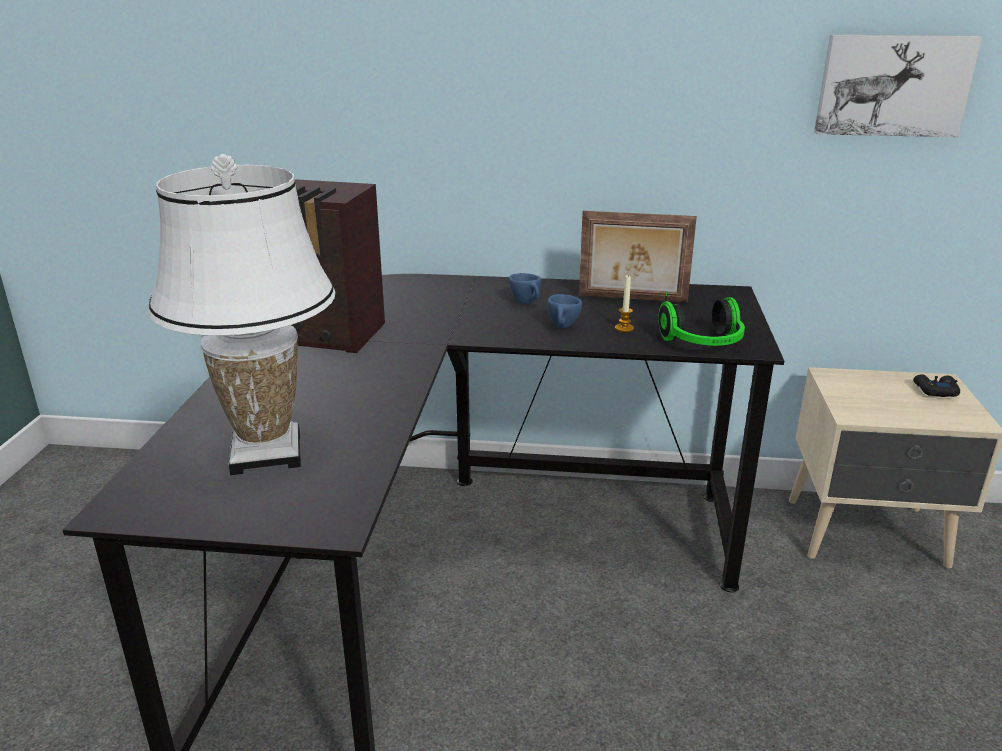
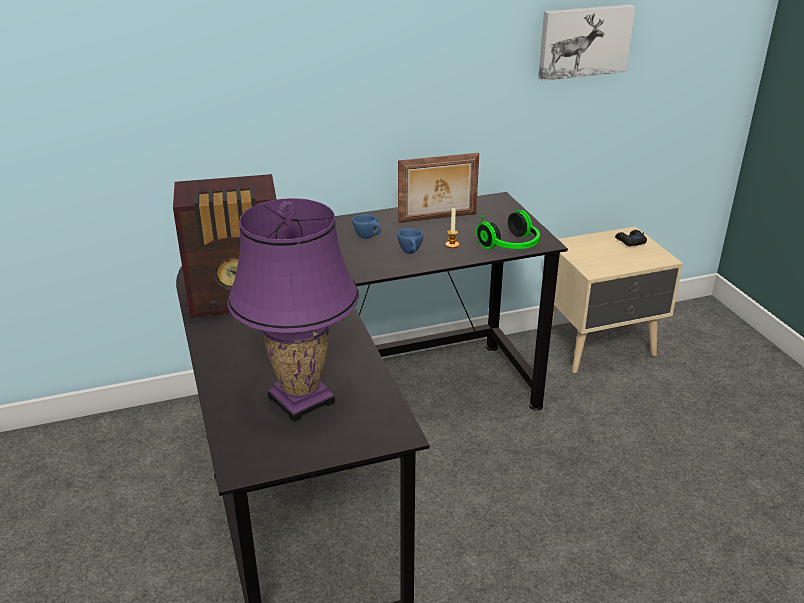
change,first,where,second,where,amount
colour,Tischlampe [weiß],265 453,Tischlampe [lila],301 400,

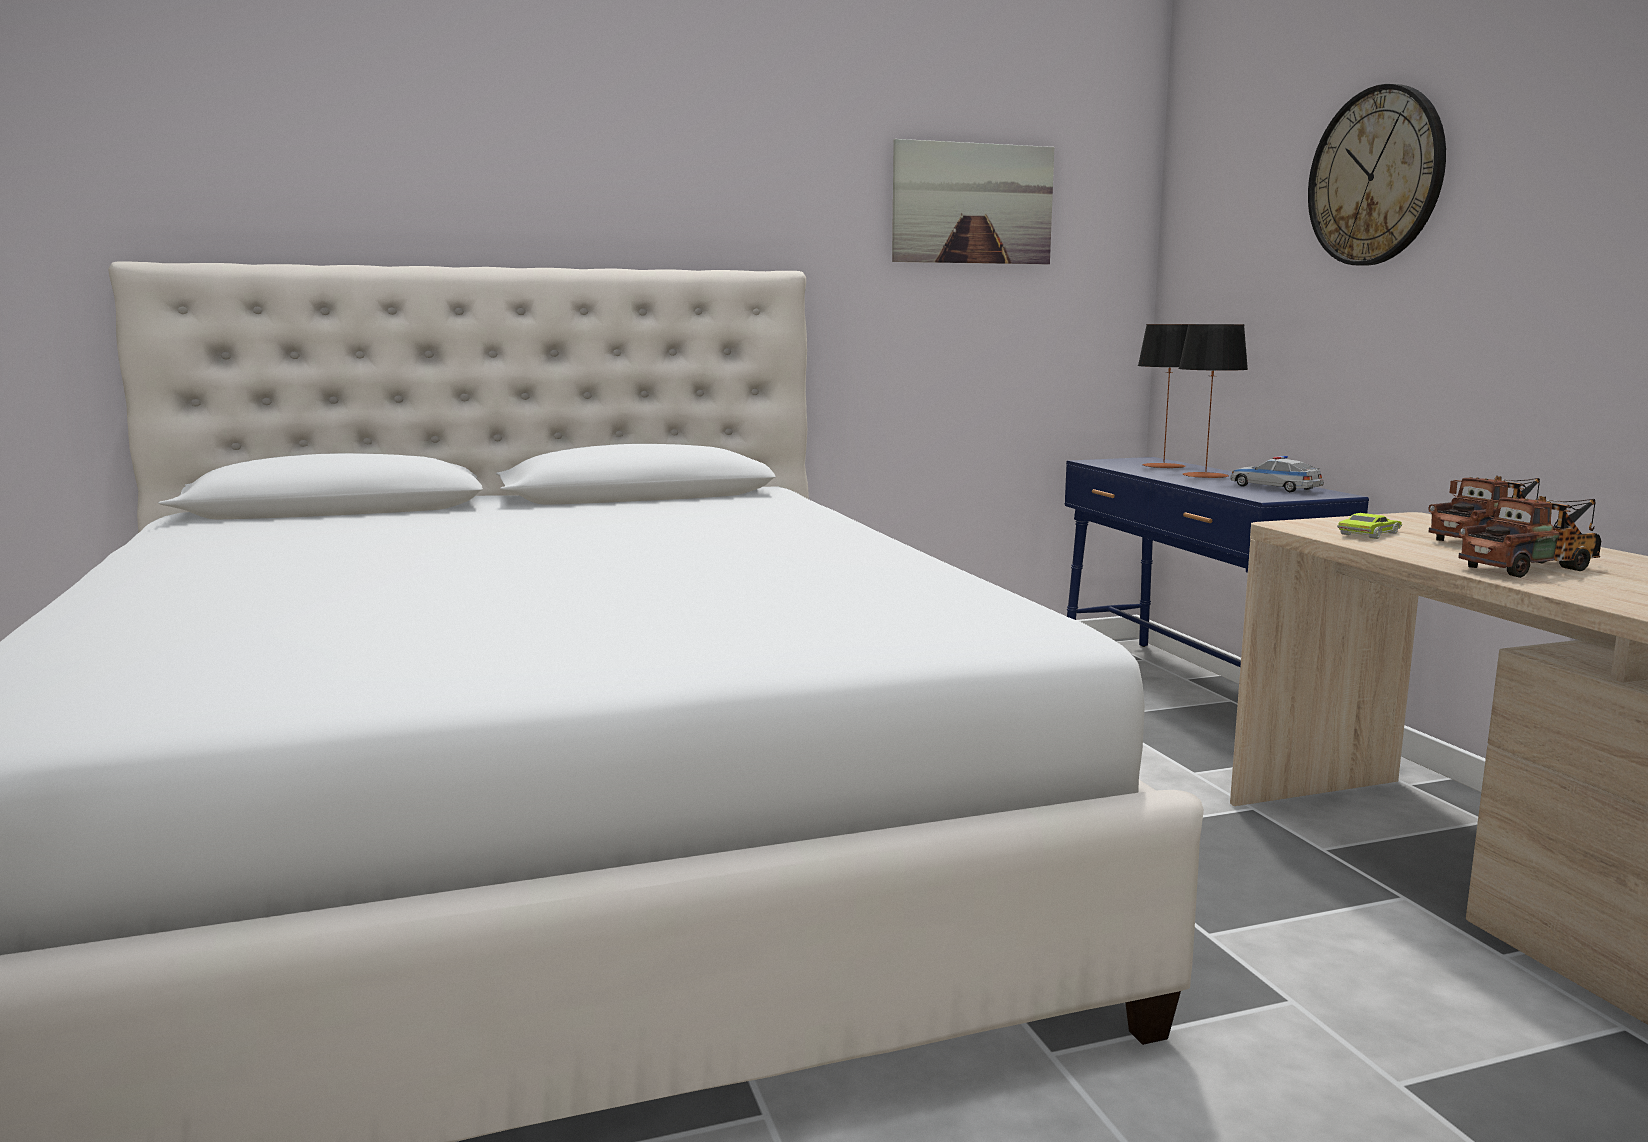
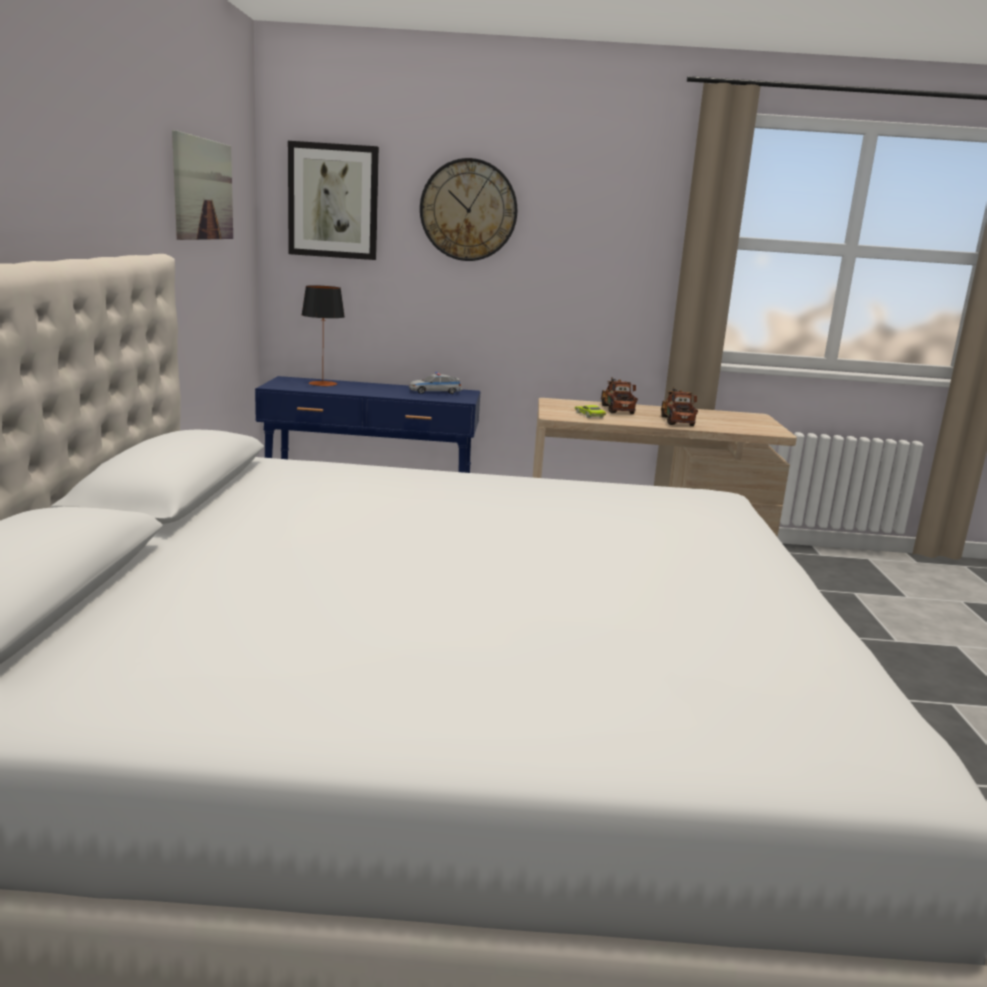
change,first,where,second,where,amount
missing,Tischlampe,1205 475,,,
appeared,,,Bild,333 201,

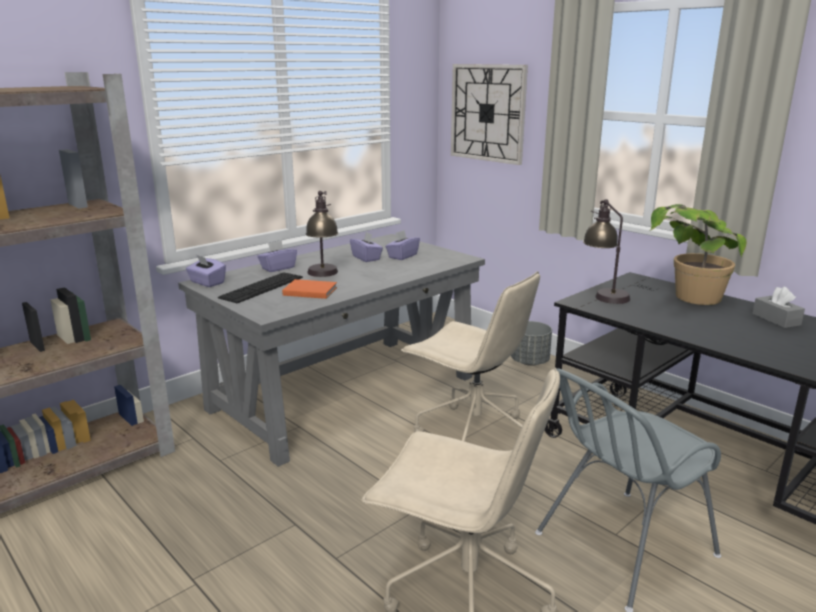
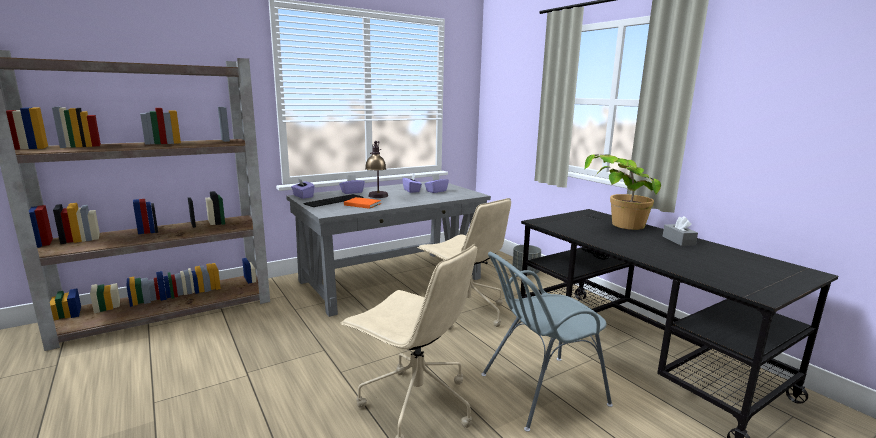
change,first,where,second,where,amount
missing,Wanduhr,487 113,,,
missing,Tischlampe,603 294,,,

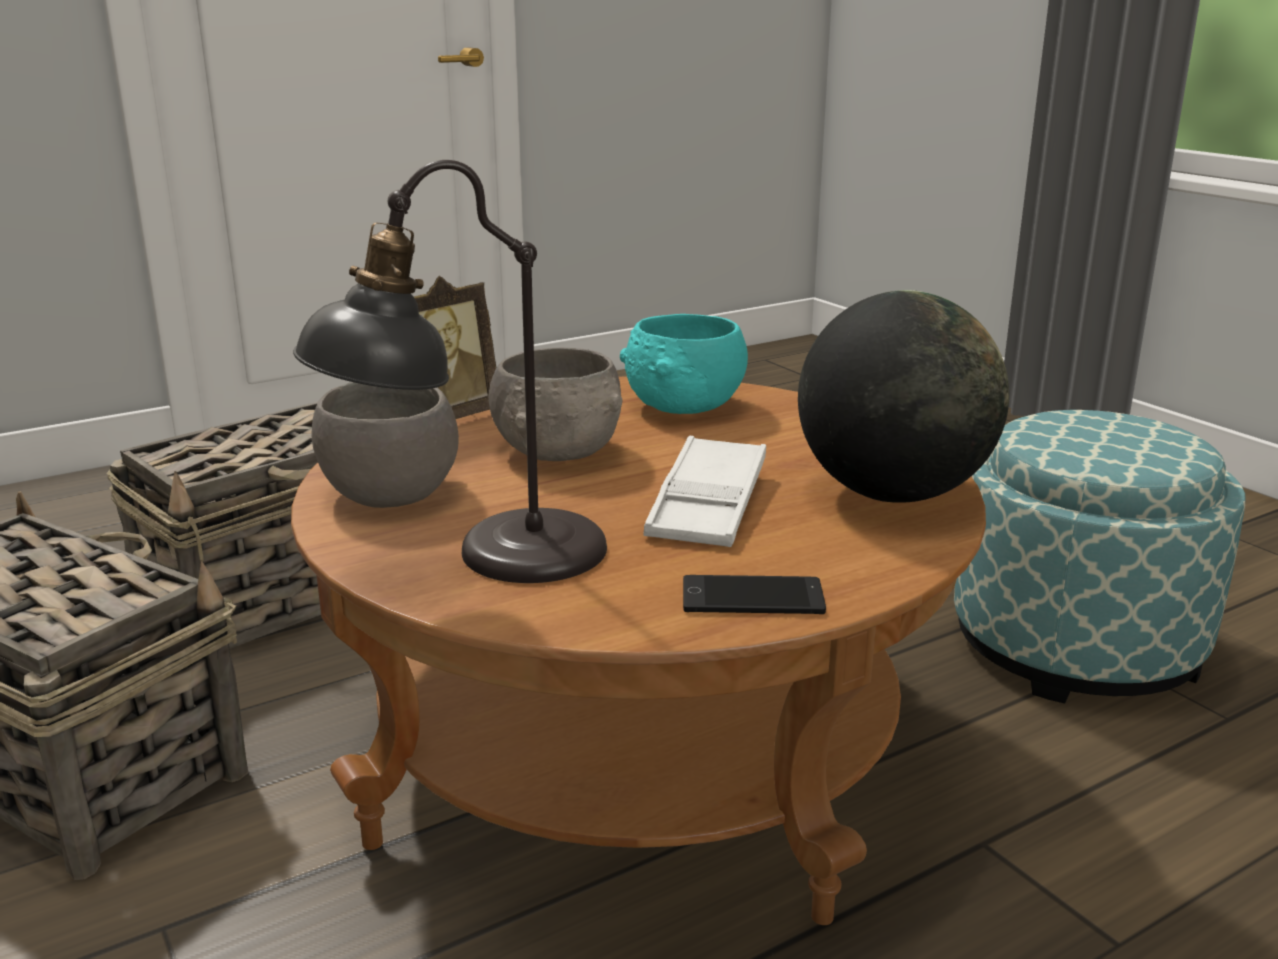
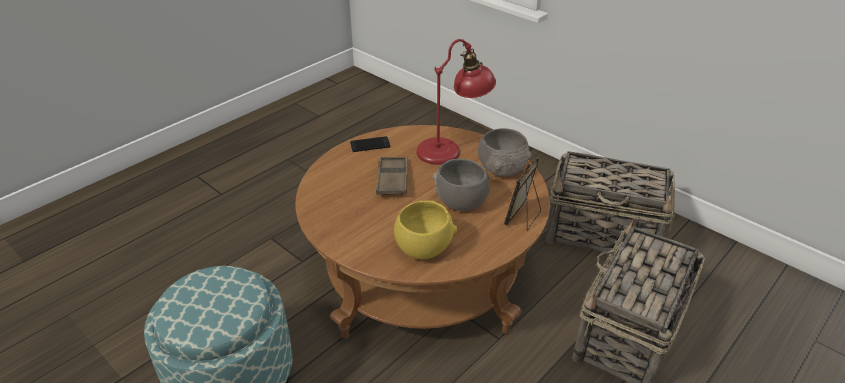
change,first,where,second,where,amount
colour,Tischlampe [grau],470 560,Tischlampe [rot],453 145,
colour,Schüssel [türkis],685 406,Schüssel [gelb],424 247,
colour,Tablett [weiß],708 504,Tablett [braun],392 179,
missing,Globus,893 494,,,

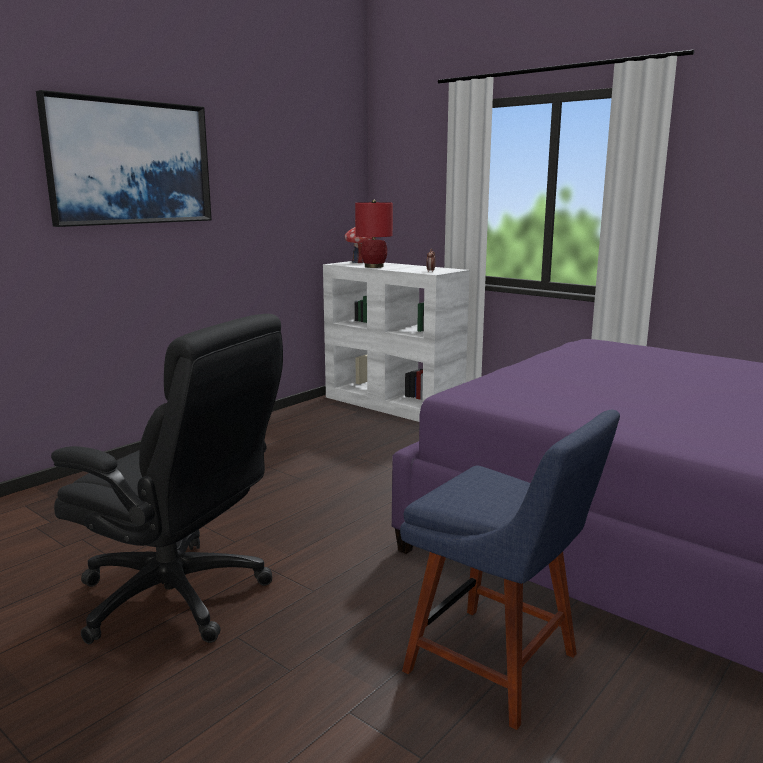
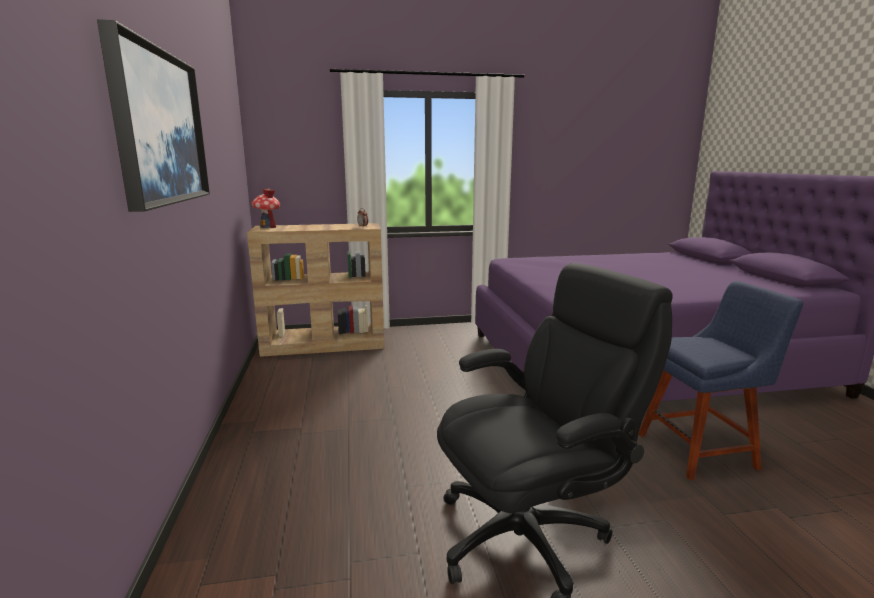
change,first,where,second,where,amount
colour,Bücherregal [weiß],393 404,Bücherregal [braun],324 344,
missing,Tischlampe [rot],374 266,,,

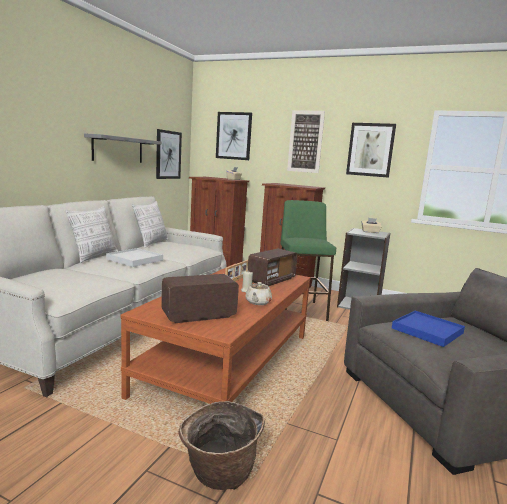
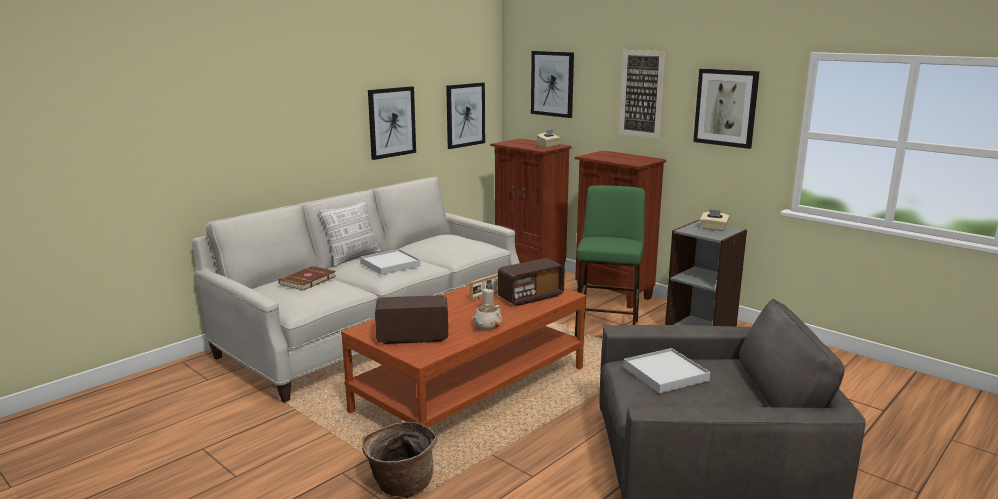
change,first,where,second,where,amount
exchanged,Wandregal [grau],118 149,Bild,391 122,
missing,Kissen,151 243,,,
colour,Tablett [blau],427 330,Tablett [weiß],665 373,
appeared,,,Buch [braun],307 280,

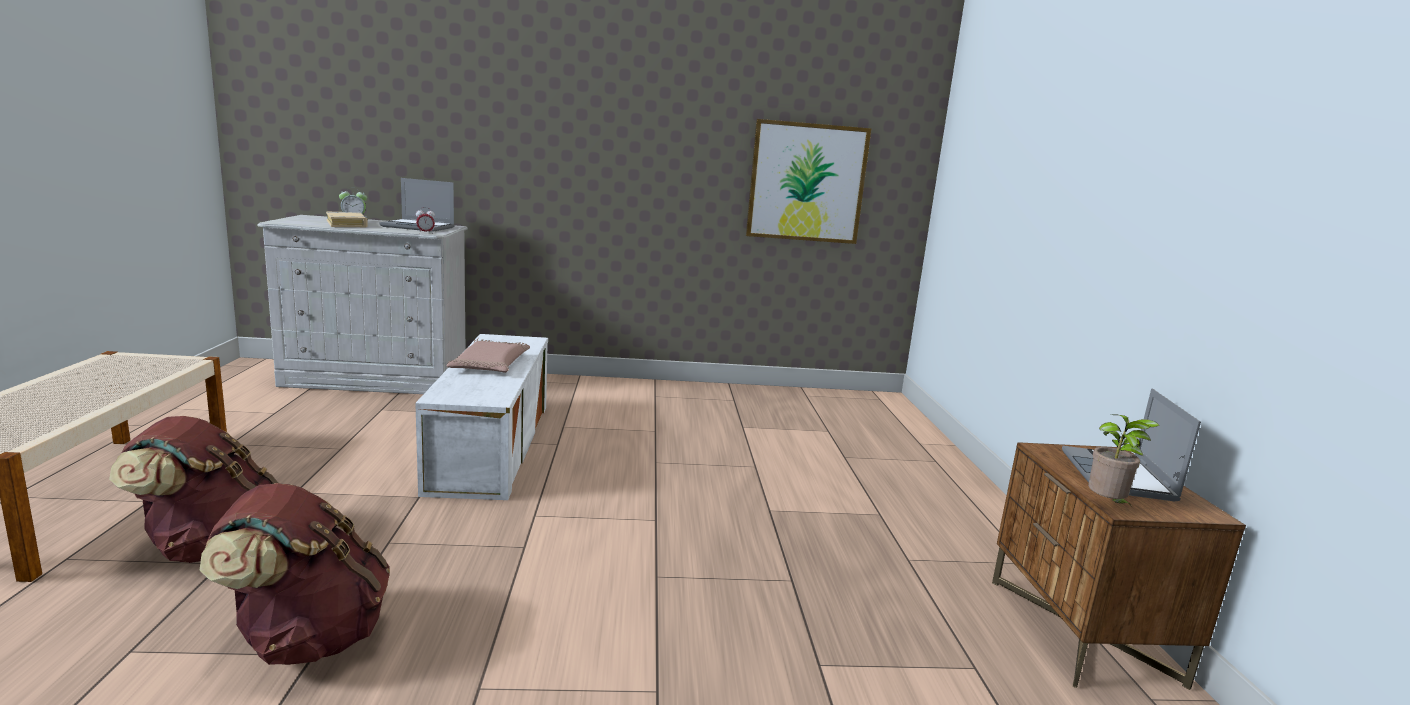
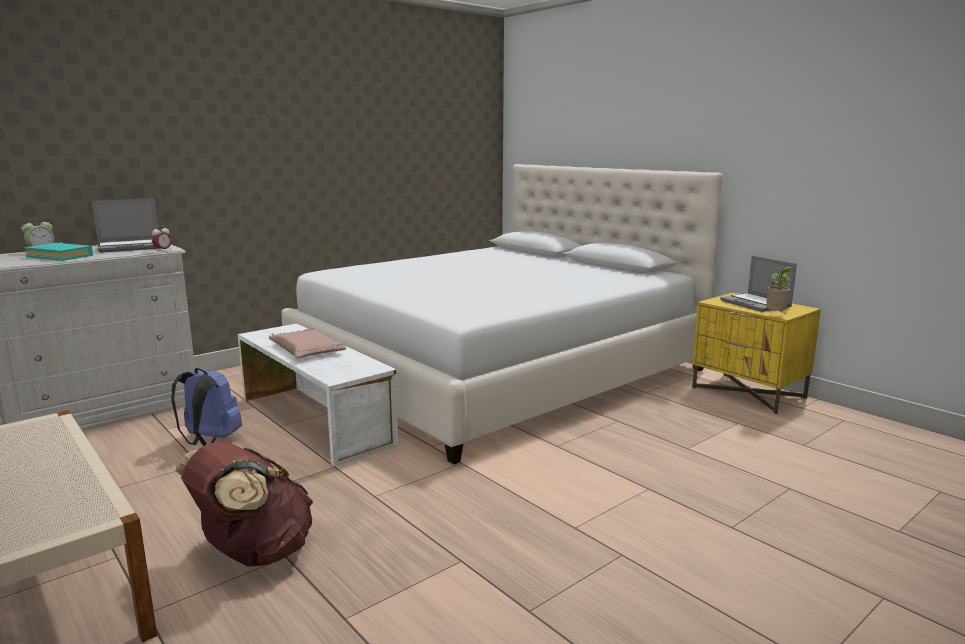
change,first,where,second,where,amount
missing,Rucksack [braun],307 638,,,
colour,Buch [beige],347 224,Buch [türkis],60 256,
missing,Bild,807 182,,,
colour,Nachttisch [braun],1082 631,Nachttisch [gelb],749 393,
appeared,,,Rucksack [blau],209 441,
appeared,,,Bett [weiß],496 369,

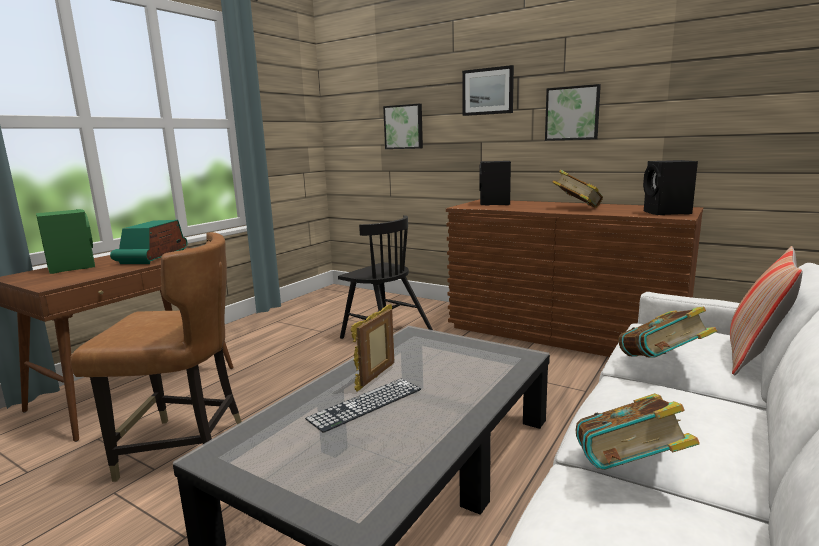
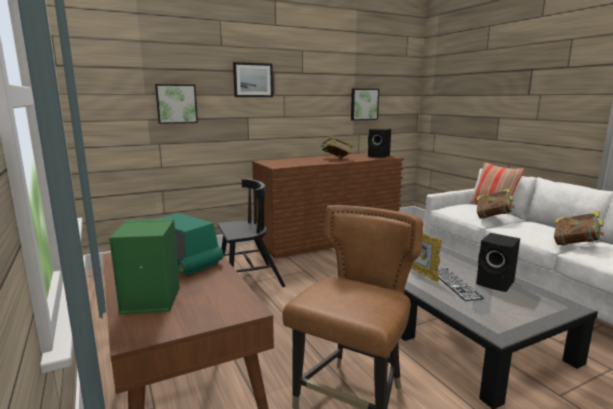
change,first,where,second,where,amount
relocated,Lautsprecher [schwarz],495 204,,496 283,
relocated,Bild,572 113,,364 104,

